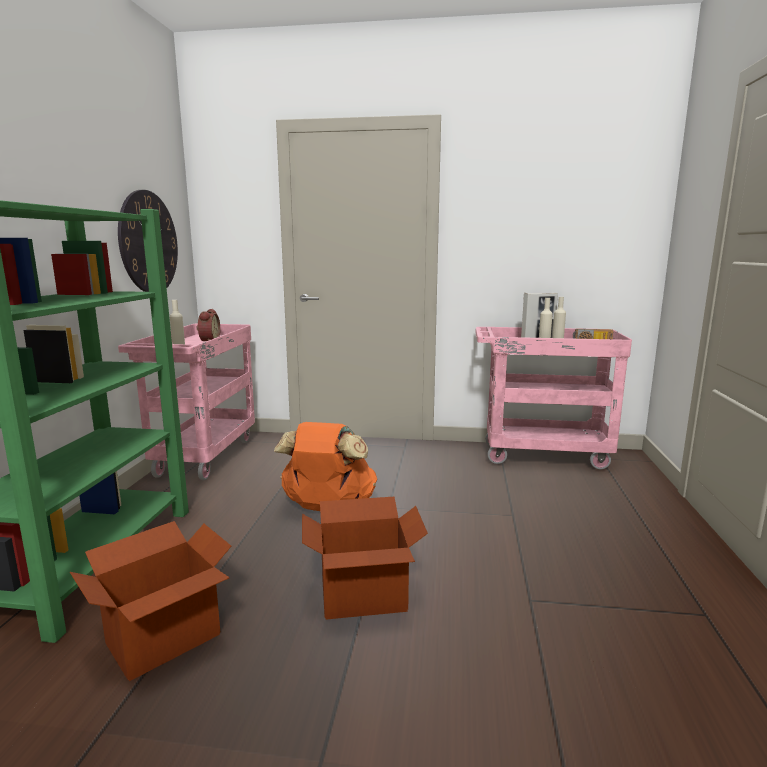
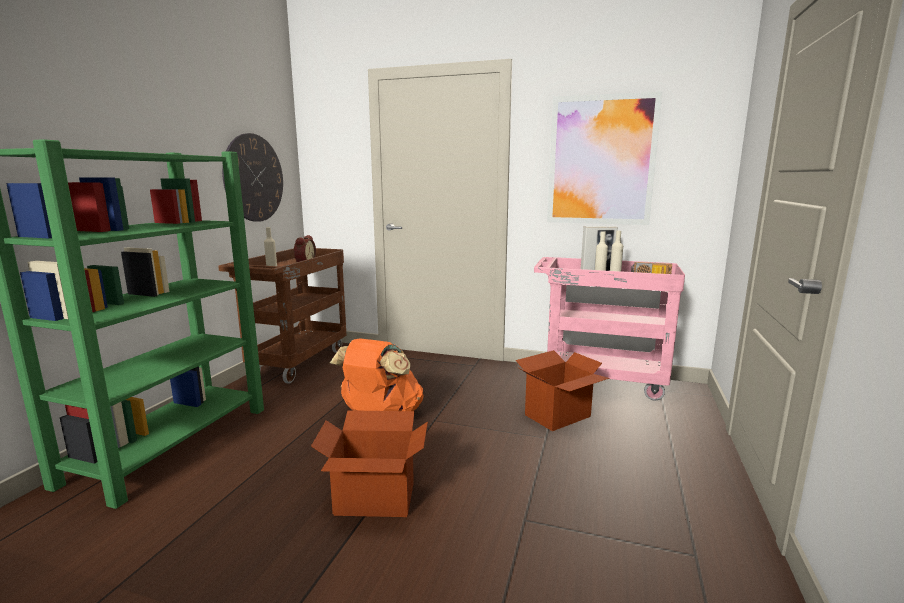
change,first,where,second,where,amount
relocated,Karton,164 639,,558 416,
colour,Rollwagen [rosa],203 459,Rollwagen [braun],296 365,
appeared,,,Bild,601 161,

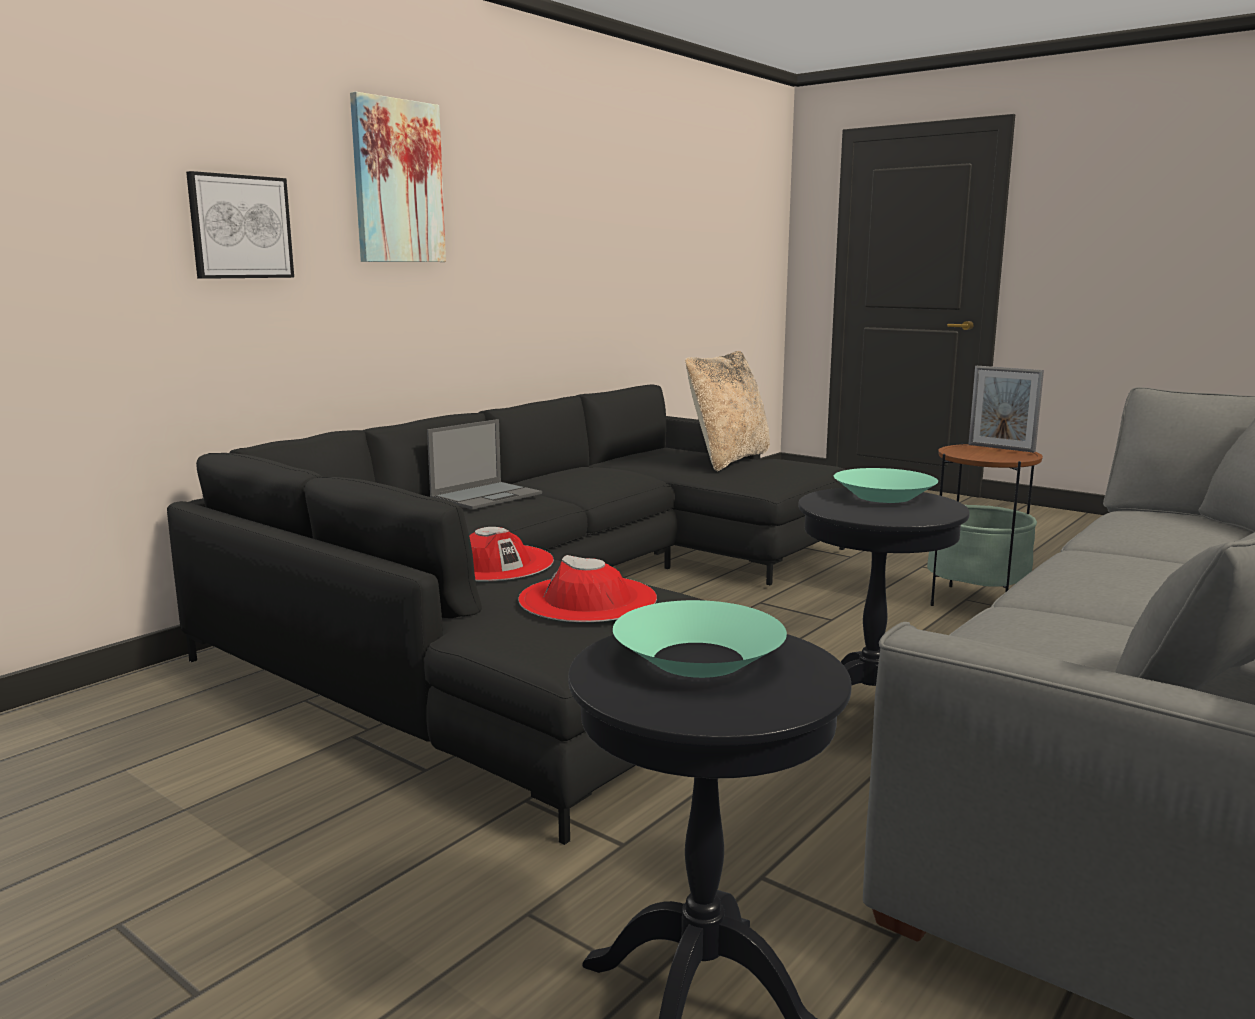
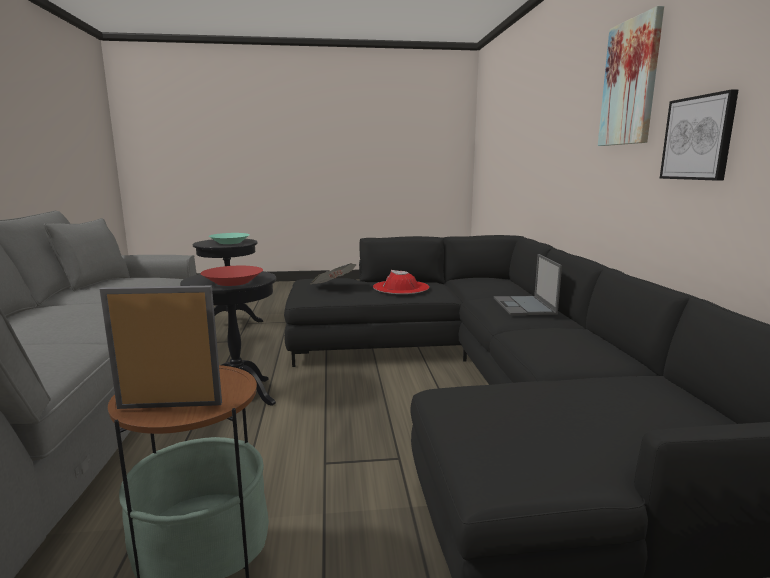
change,first,where,second,where,amount
relocated,Bild,240 227,,698 138,
exchanged,Hut [rot],588 599,Zeitung,333 286,
missing,Kissen [beige],729 461,,,
colour,Schüssel [türkis],883 496,Schüssel [rot],233 282,

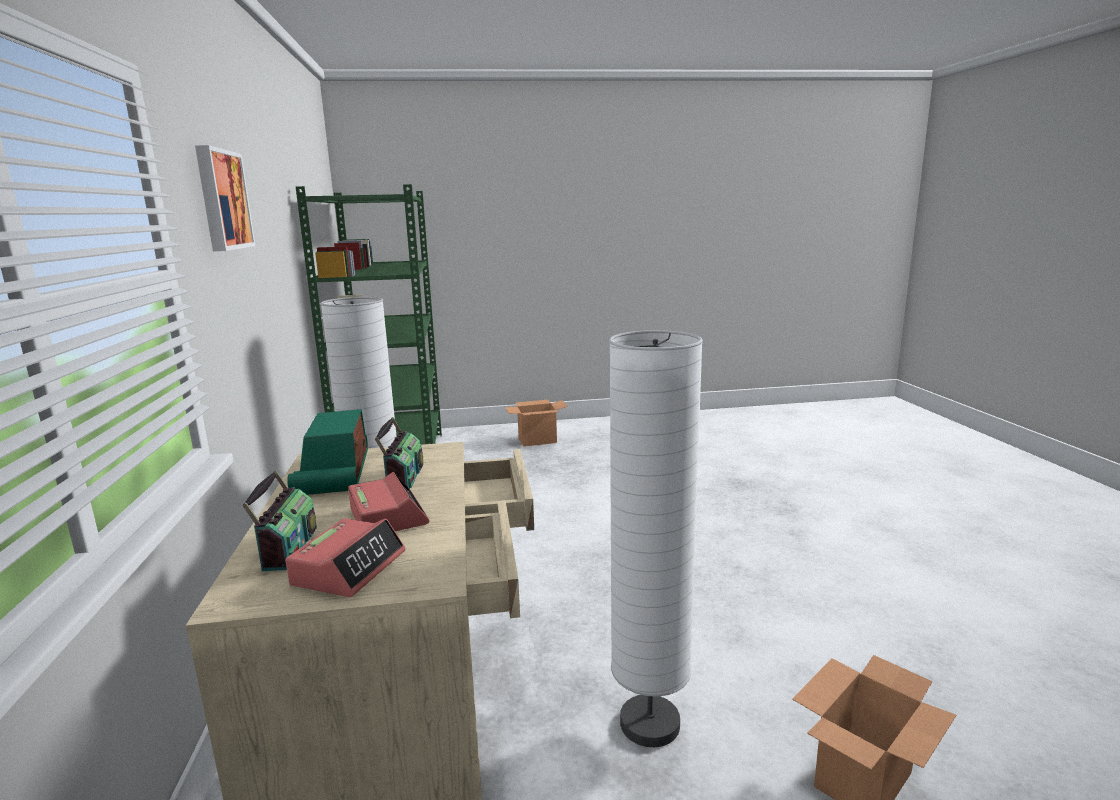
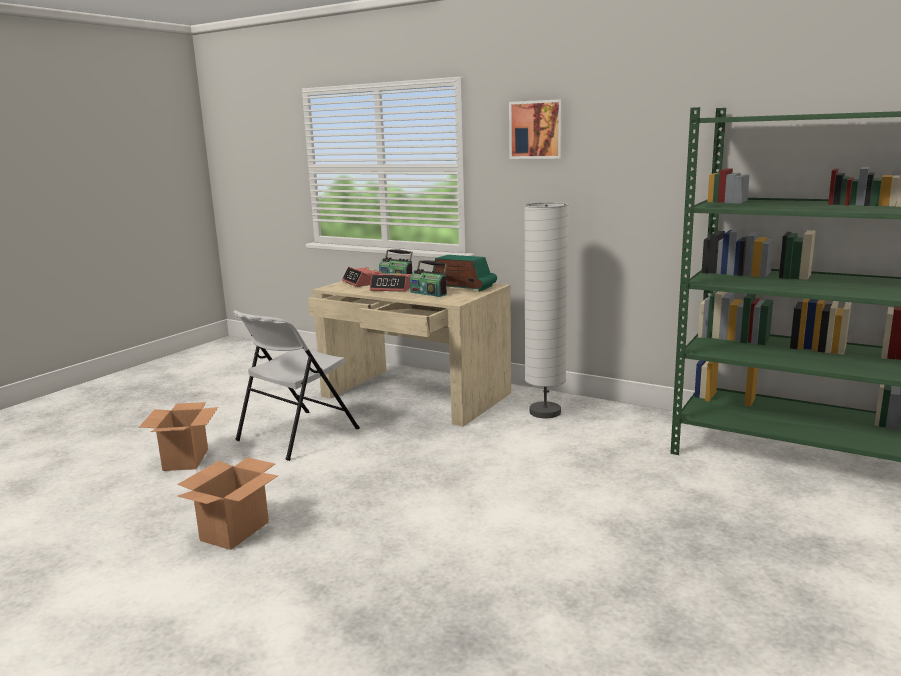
change,first,where,second,where,amount
relocated,Karton,537 440,,235 531,
exchanged,Stehlampe [weiß],650 724,Stuhl [weiß],298 434,

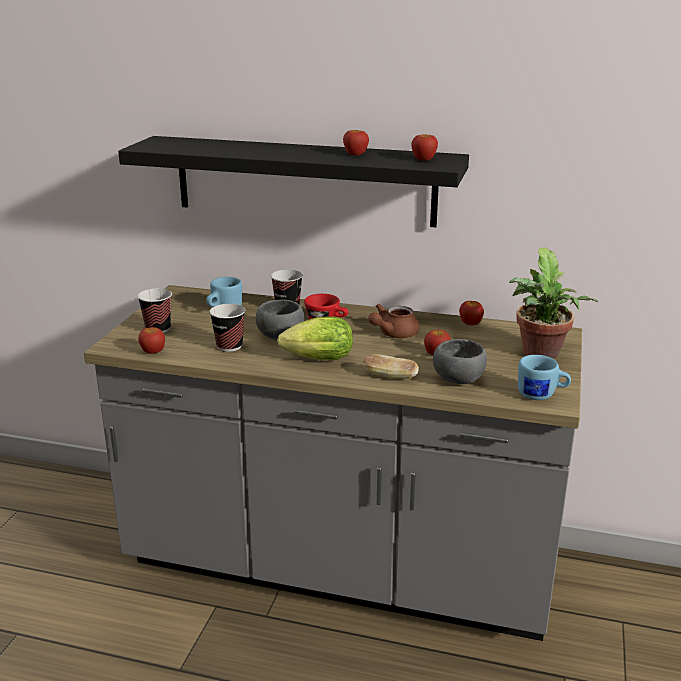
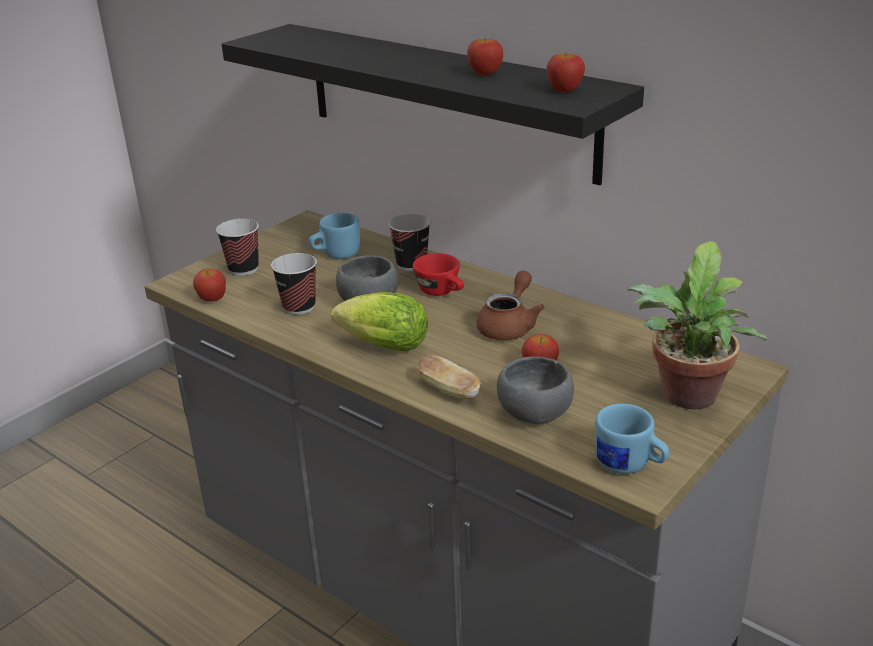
change,first,where,second,where,amount
spun,Teekanne [braun],393 334,,509 326,135 degrees clockwise
missing,Apfel,470 323,,,

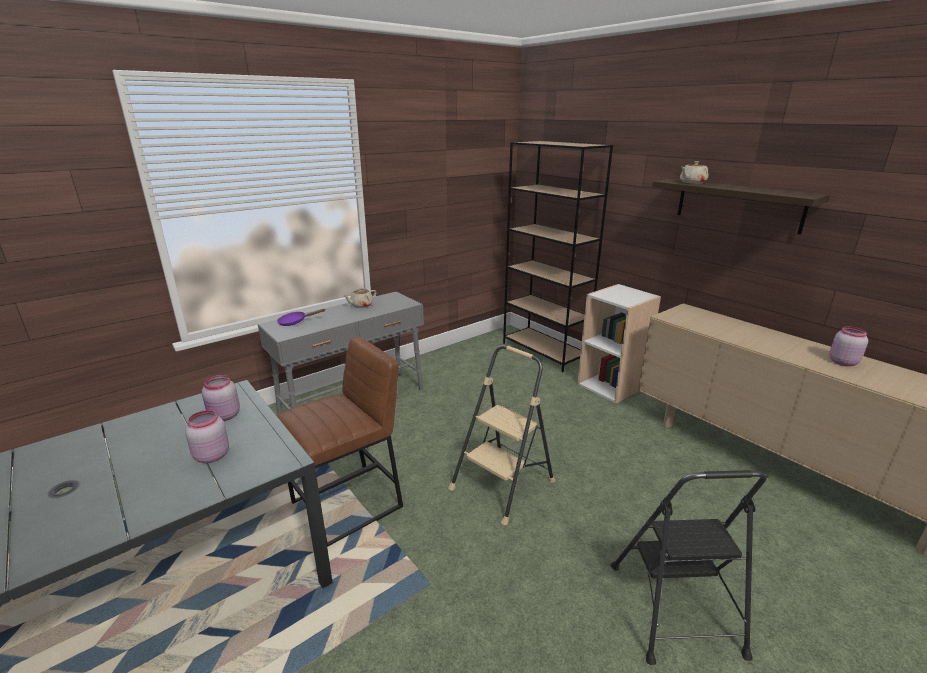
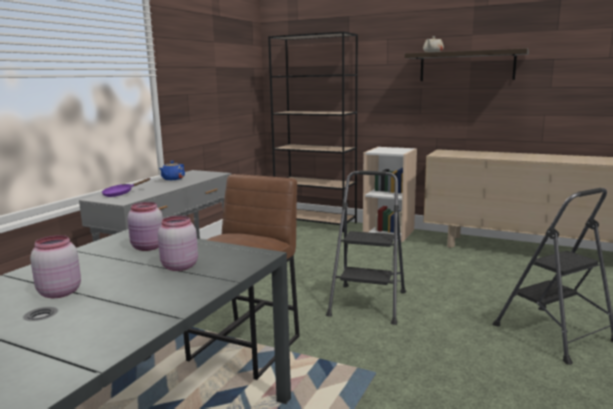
change,first,where,second,where,amount
colour,Teekanne [beige],361 305,Teekanne [blau],172 179,
colour,Trittleiter [beige],504 482,Trittleiter [schwarz],368 301,
relocated,Vorratsglas [rosa],842 362,,59 292,

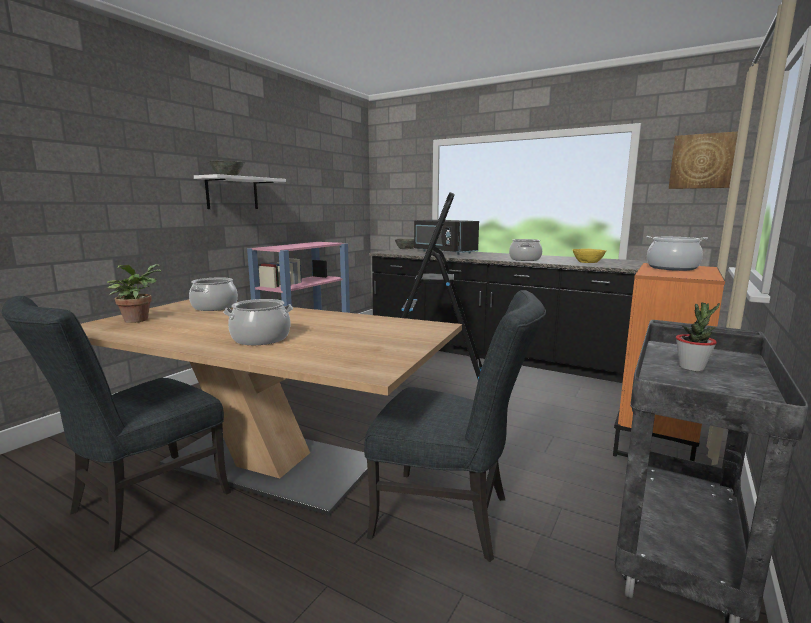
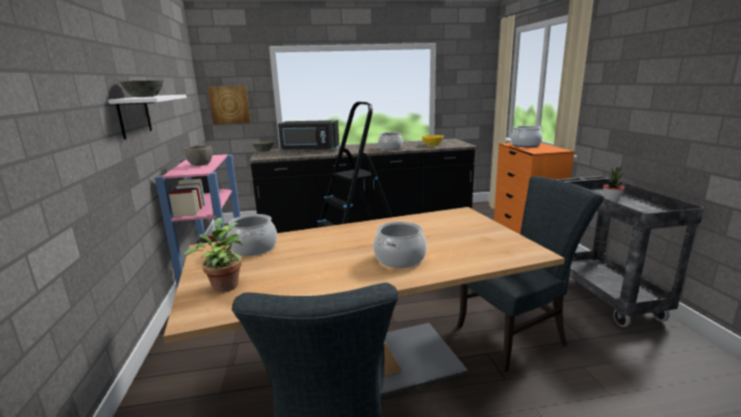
change,first,where,second,where,amount
relocated,Bild,701 161,,229 104,
appeared,,,Schüssel [grau],200 165,

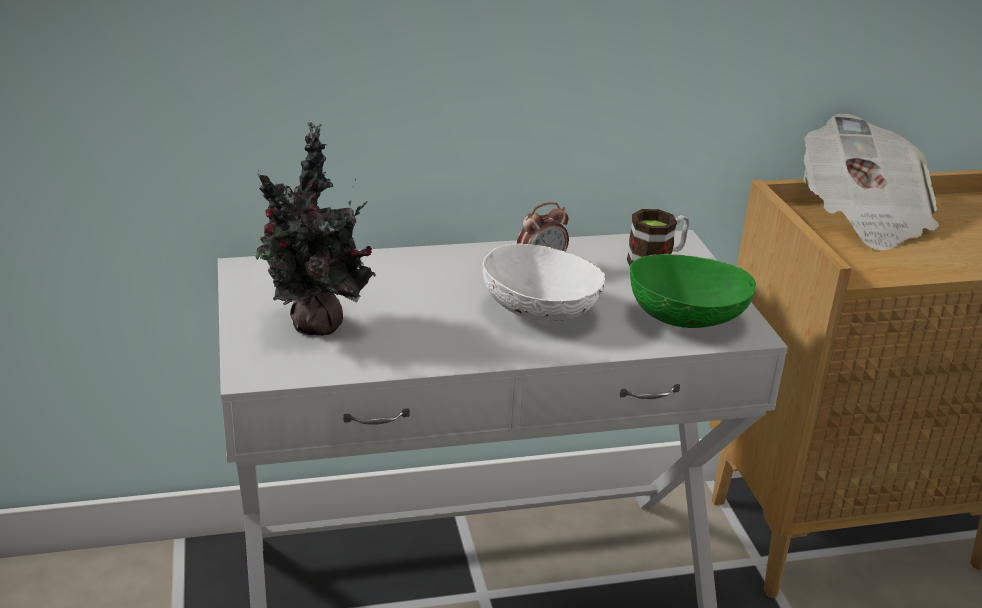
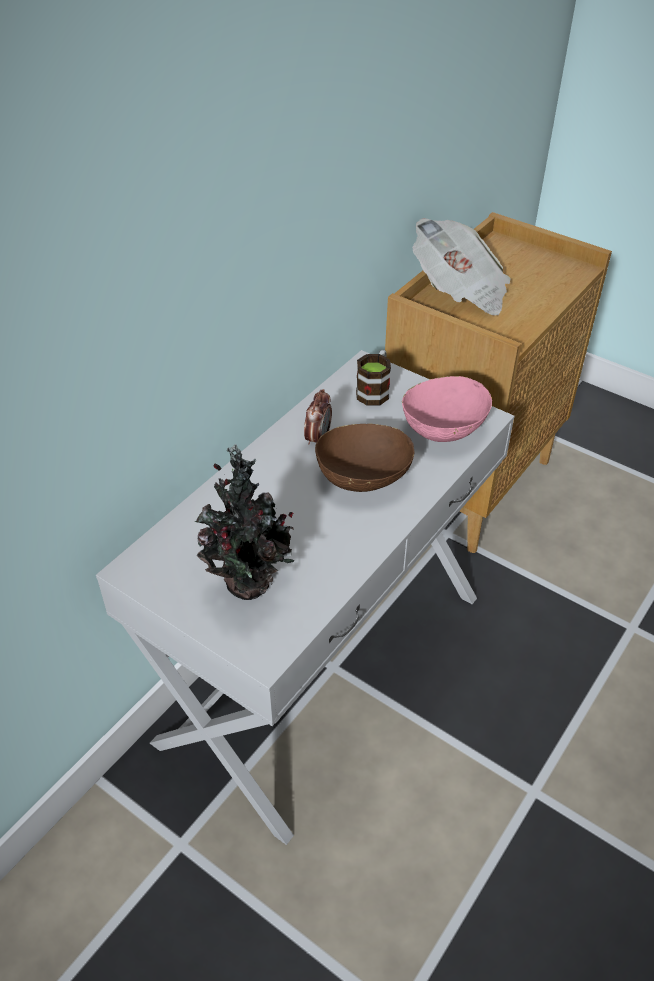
change,first,where,second,where,amount
colour,Schüssel [weiß],541 310,Schüssel [braun],363 476,
colour,Schüssel [grün],686 318,Schüssel [rosa],443 427,

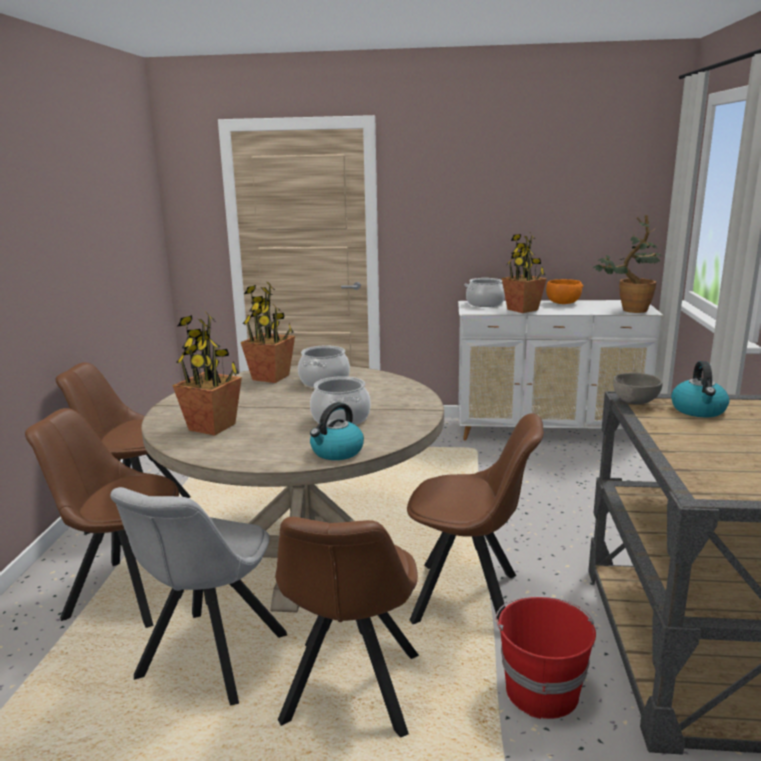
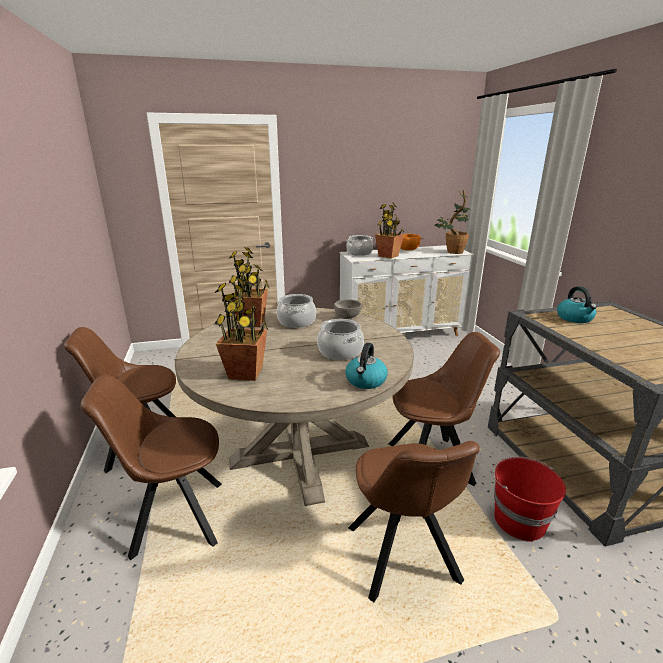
change,first,where,second,where,amount
missing,Stuhl [grau],210 658,,,
relocated,Schüssel [grau],634 402,,347 317,

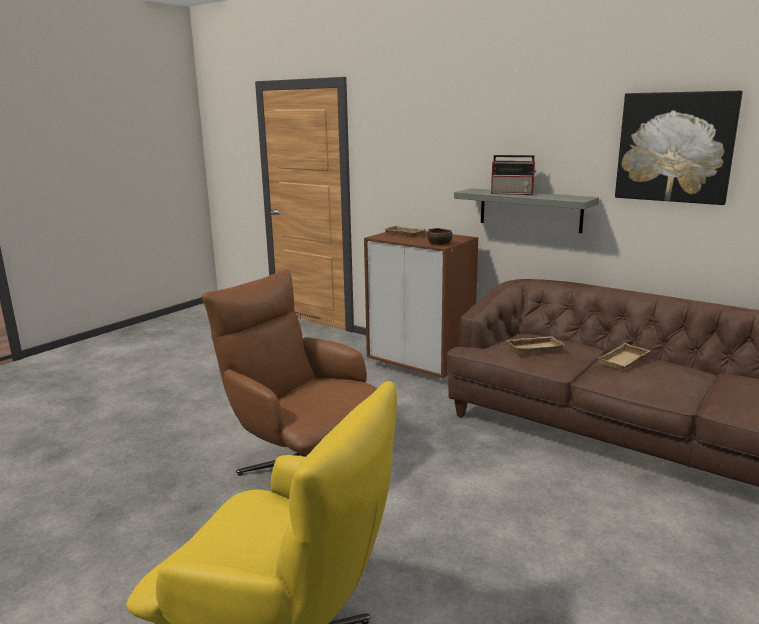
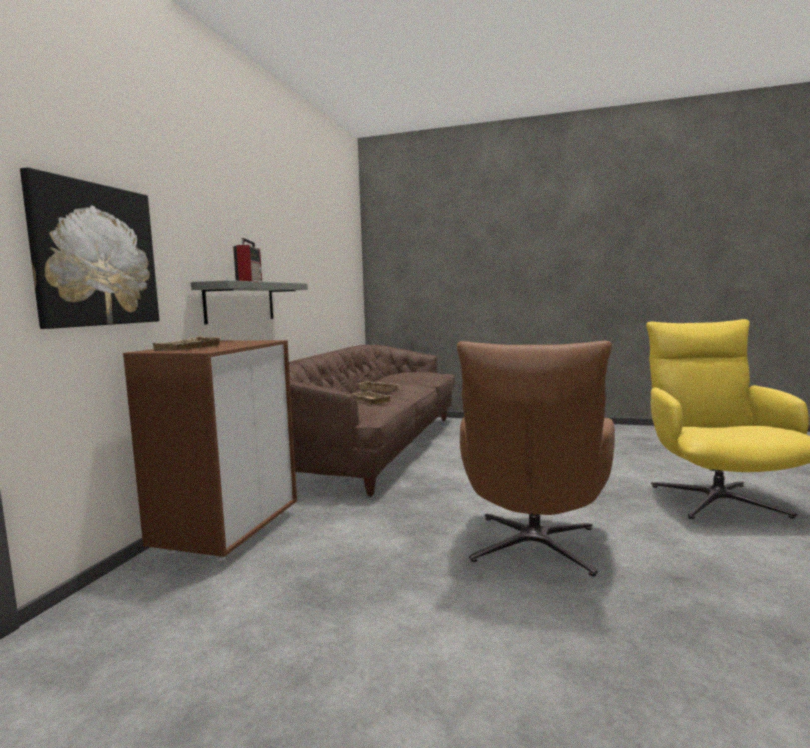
change,first,where,second,where,amount
missing,Schüssel [braun],440 243,,,
relocated,Bild,675 147,,95 255,

